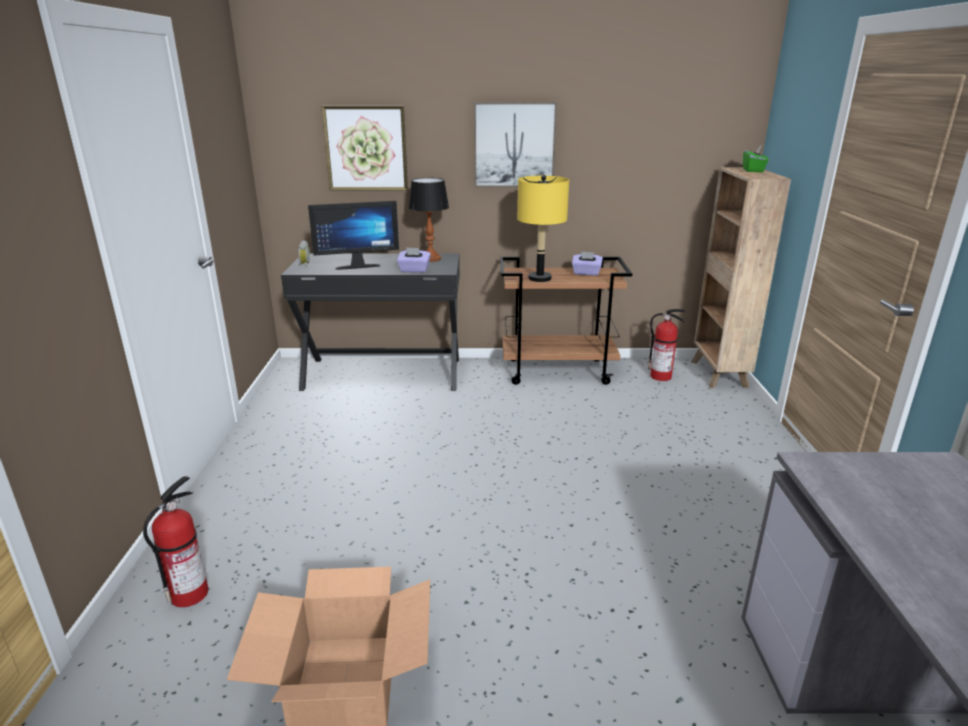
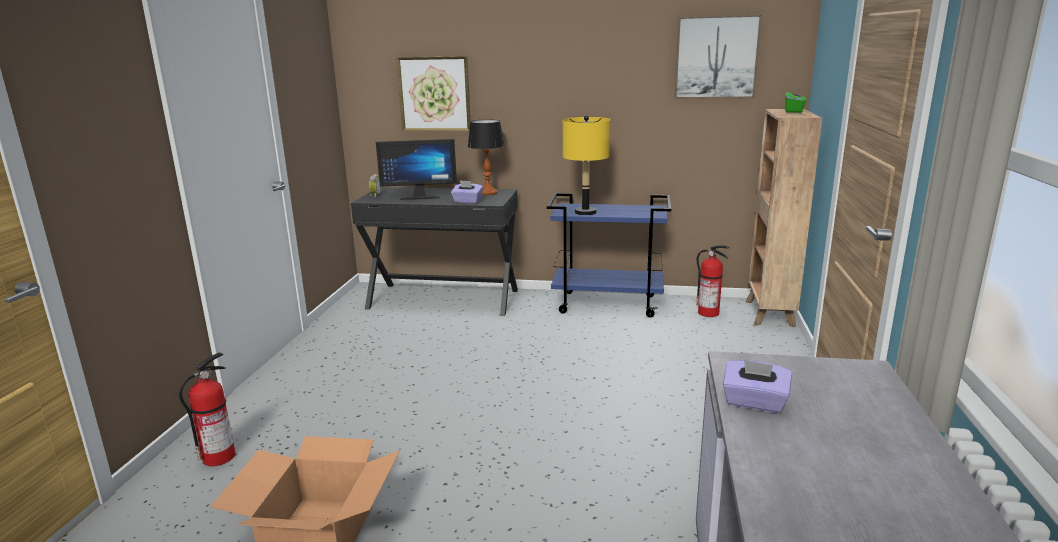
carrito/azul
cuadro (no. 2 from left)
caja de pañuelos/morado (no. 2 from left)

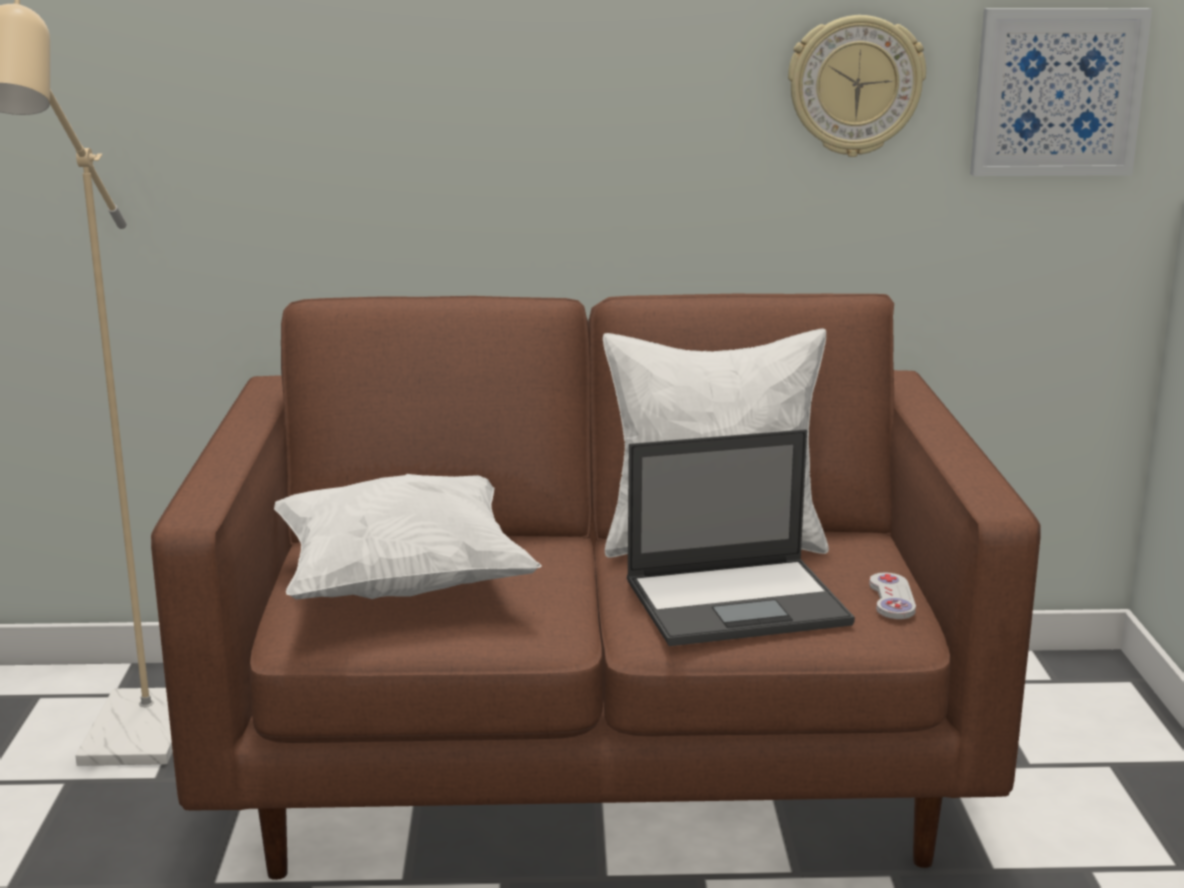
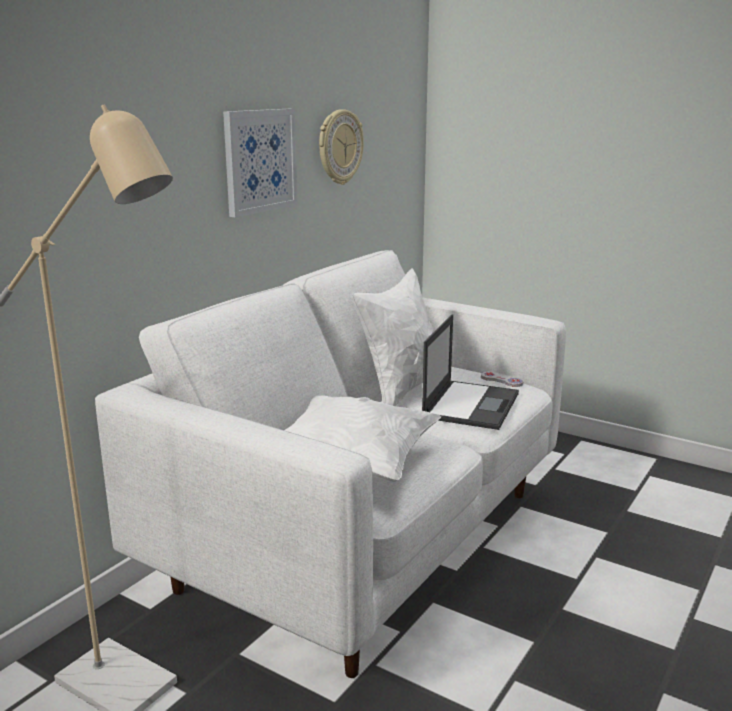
sofá/blanco
cuadro

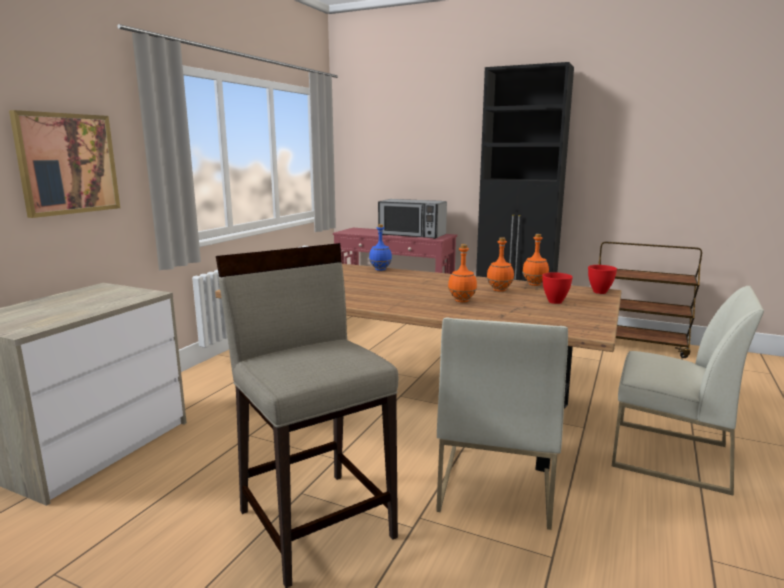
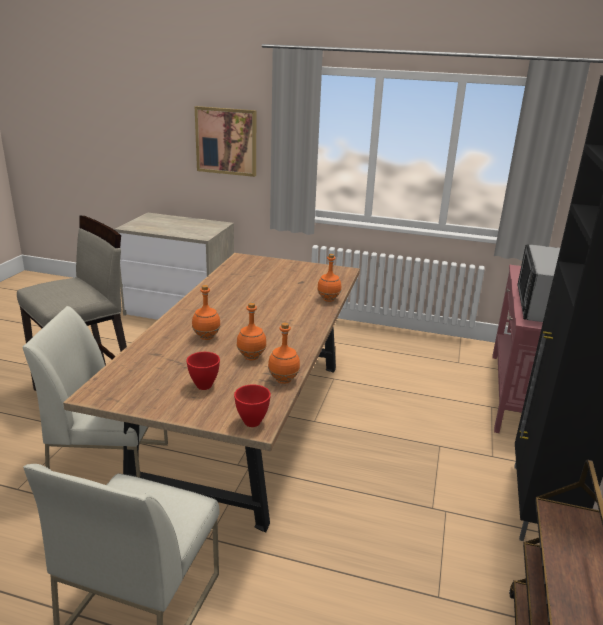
botella/naranja (no. 4 from left)

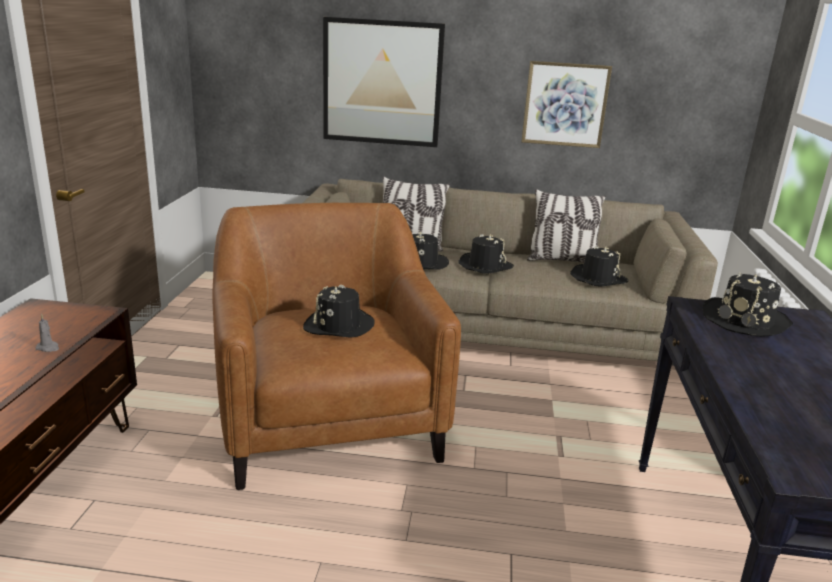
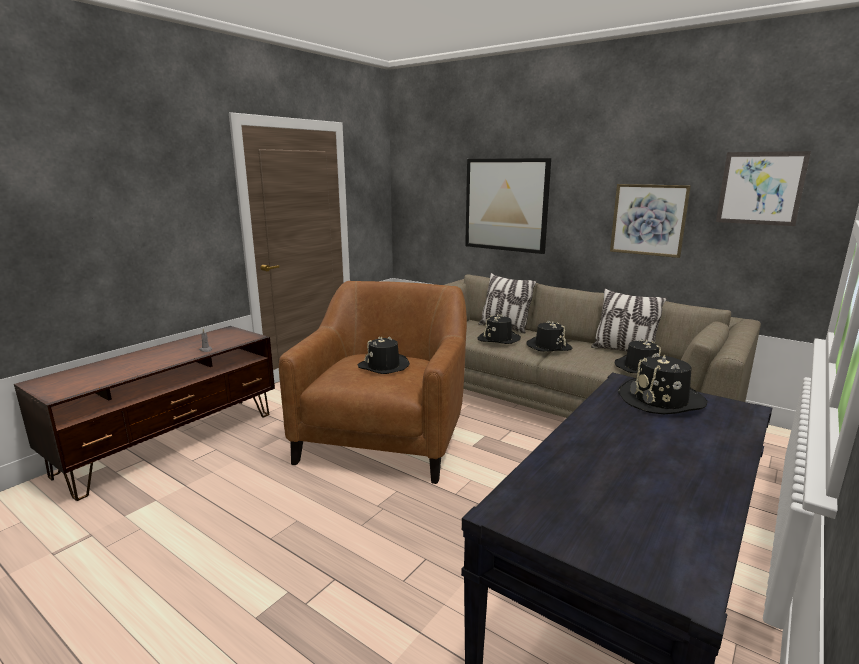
cuadro (no. 3 from left)

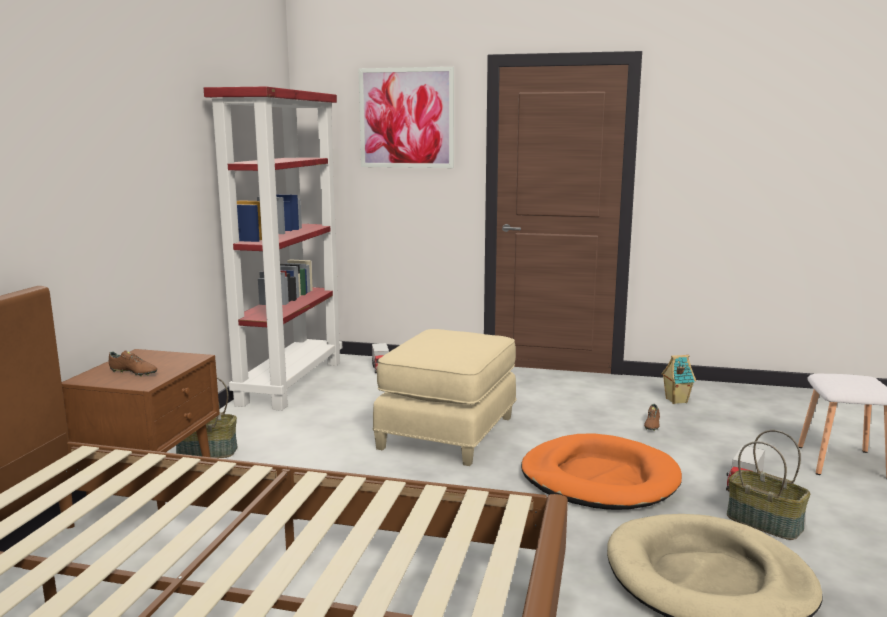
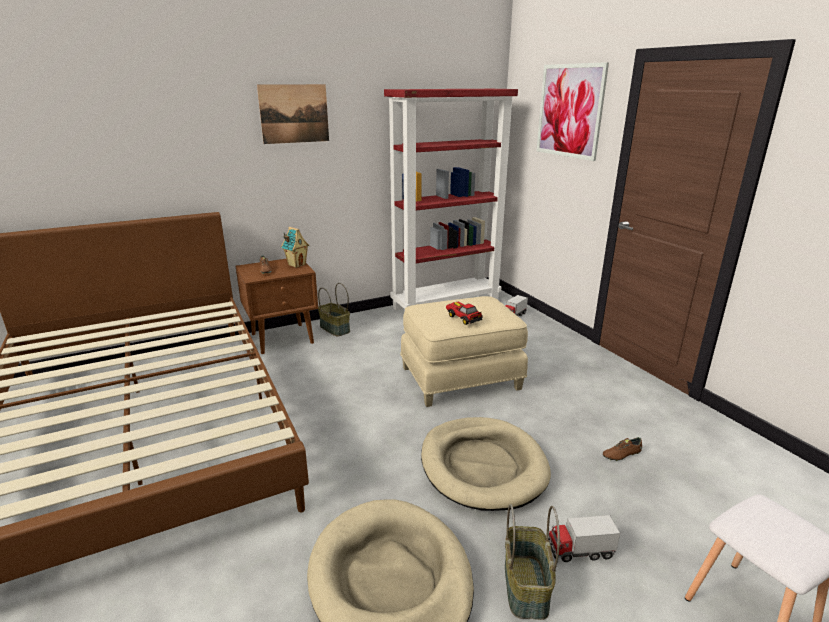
cuadro (no. 1 from left)
casita
cama para perro/beis (no. 2 from left)
coche de juguete

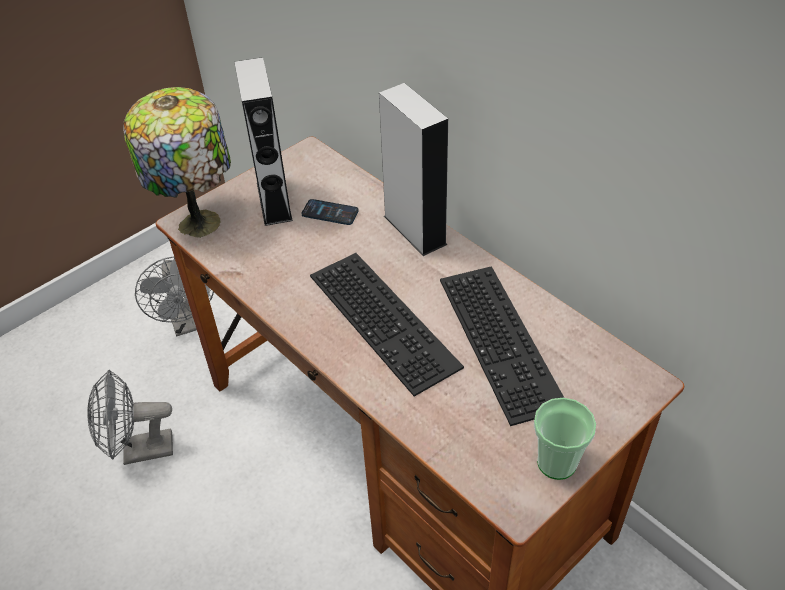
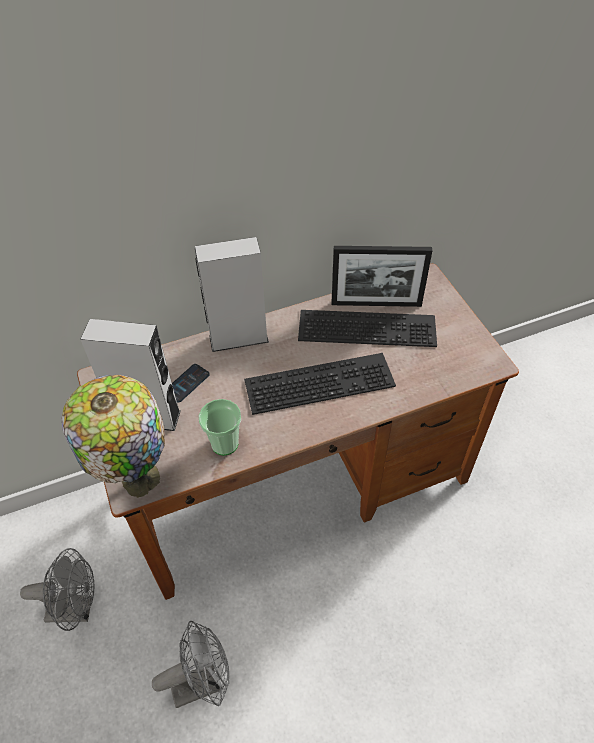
ventilador/gris (no. 2 from left)
taza
portarretratos

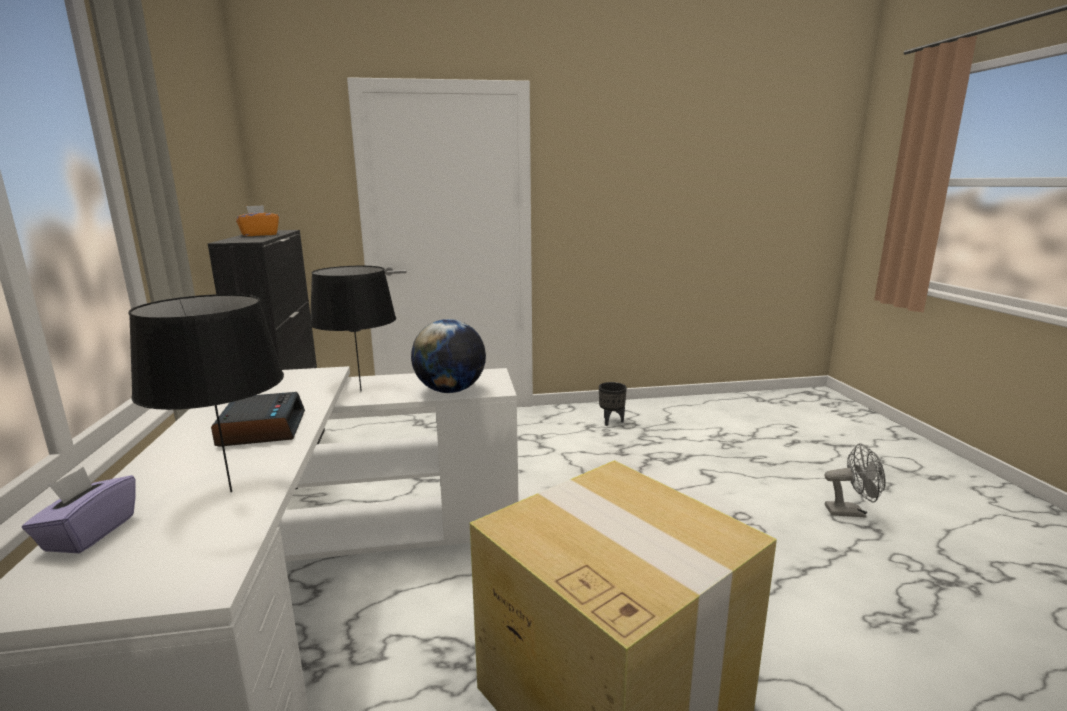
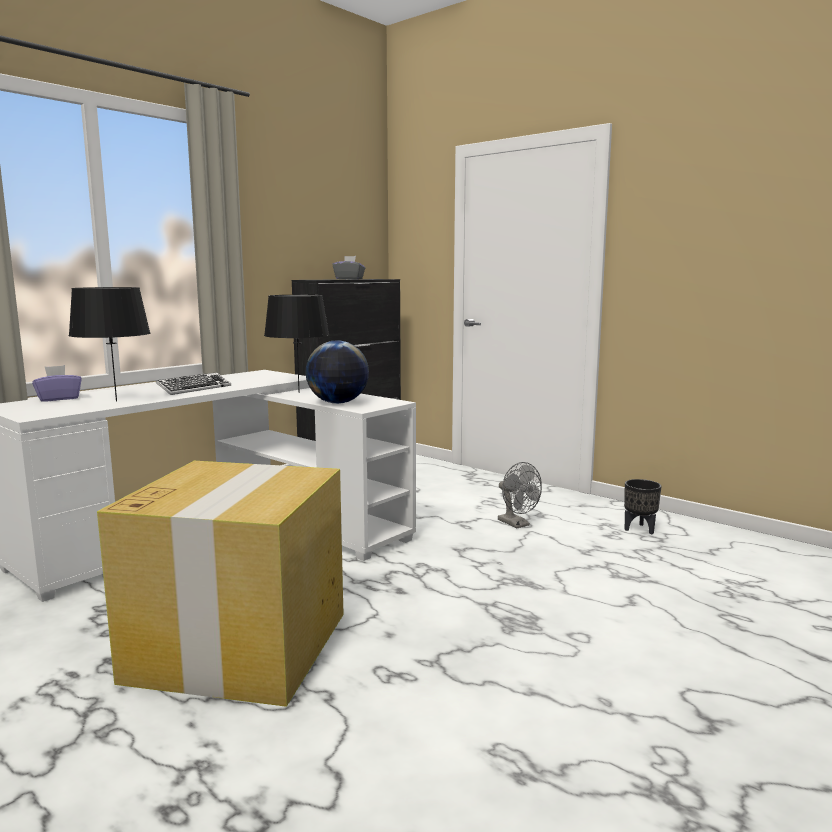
teclado
caja de pañuelos/gris
ventilador/gris

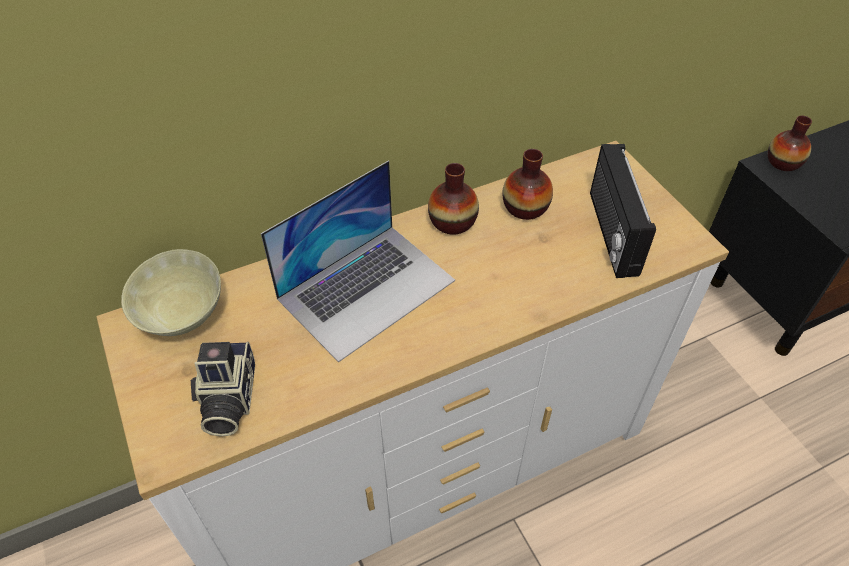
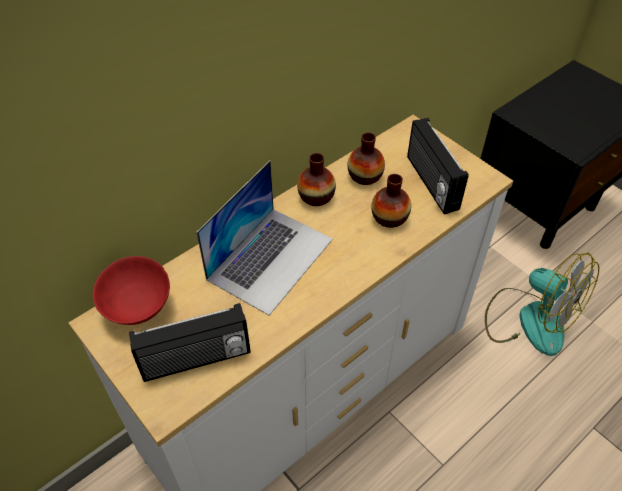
cuenco/rojo
radio (no. 1 from left)
florero (no. 3 from left)
ventilador

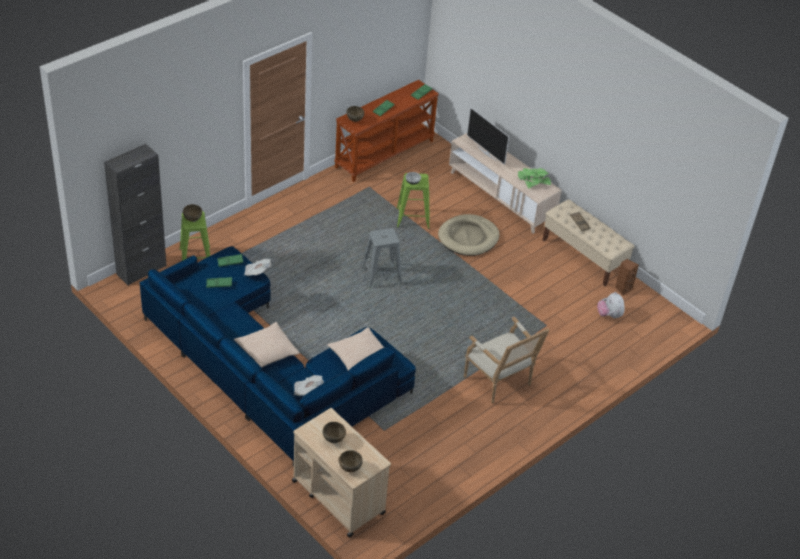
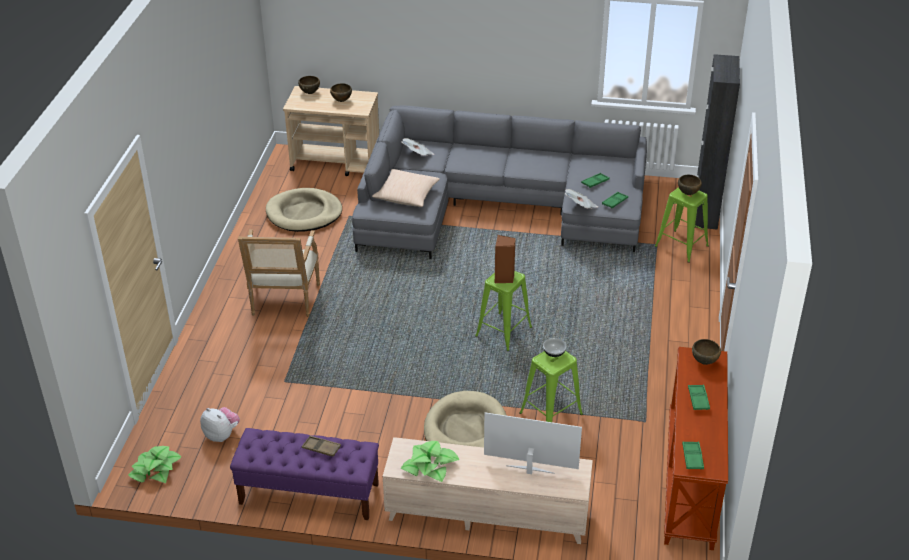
planta en maceta (no. 1 from left)
banco/morado
sillón
cama para perro/beis (no. 1 from left)
sofá/gris
taburete/verde (no. 1 from left)
altavoz/marrón
cojín/beis (no. 1 from left in the first image)

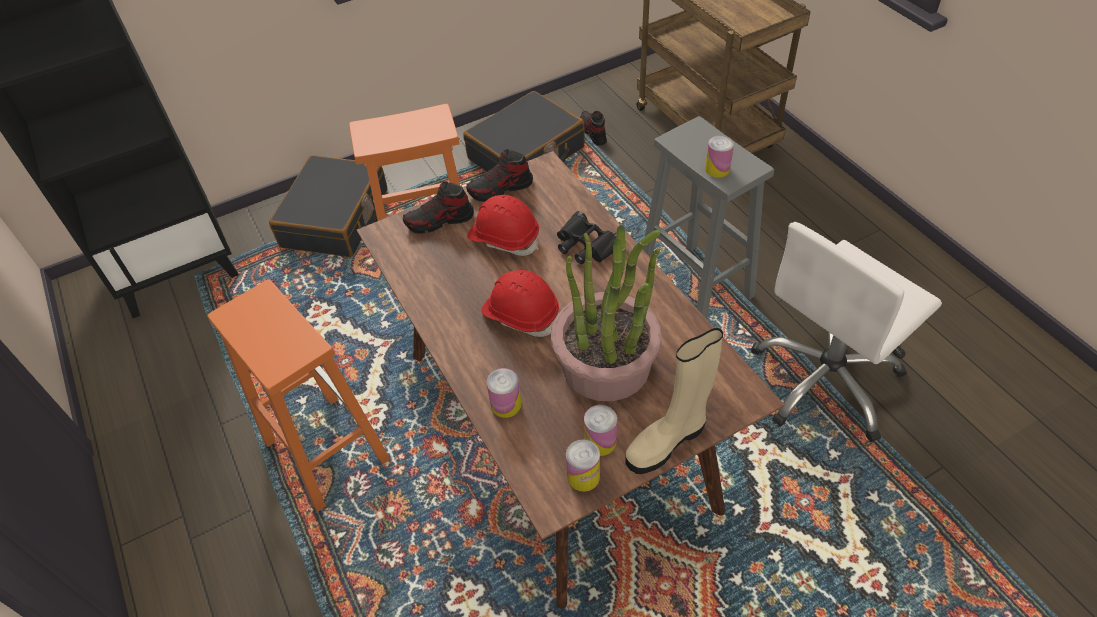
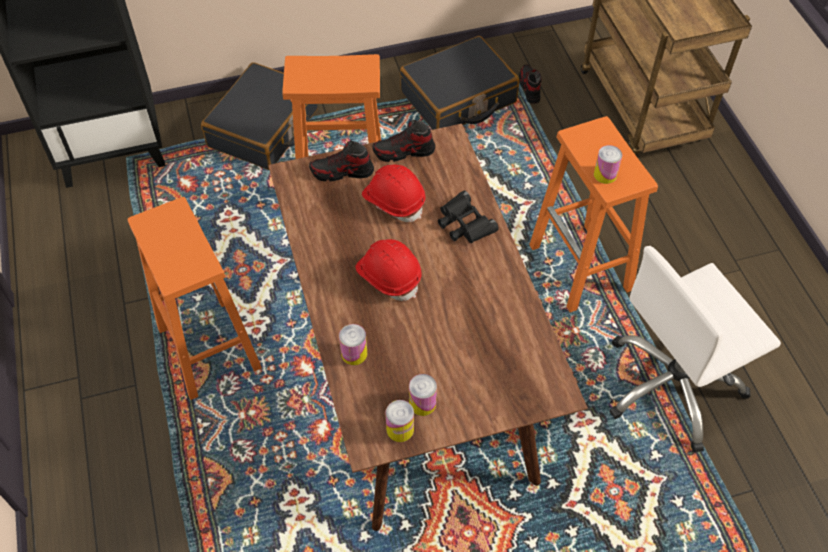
taburete/naranja (no. 3 from left)
planta en maceta
bota/beis

